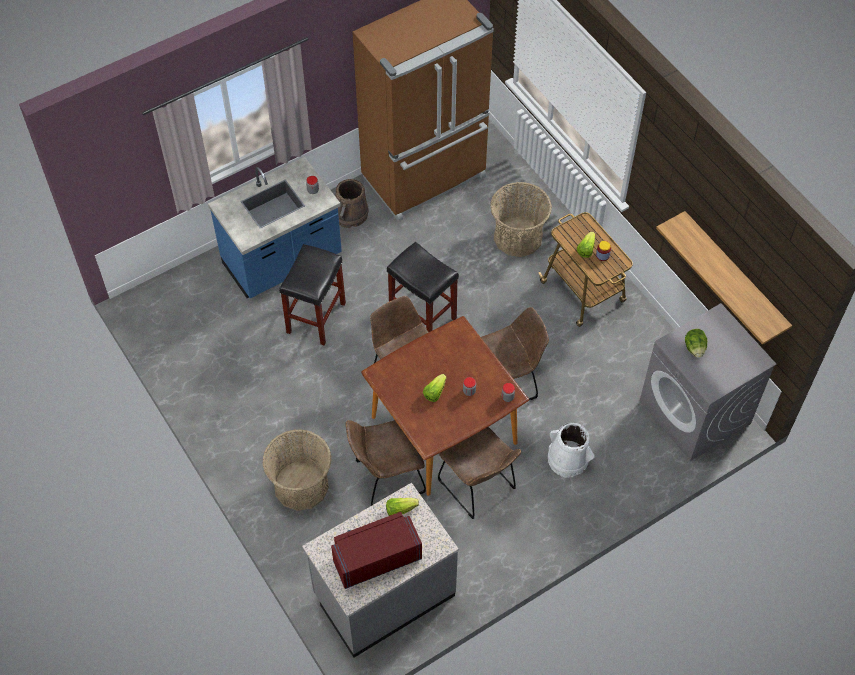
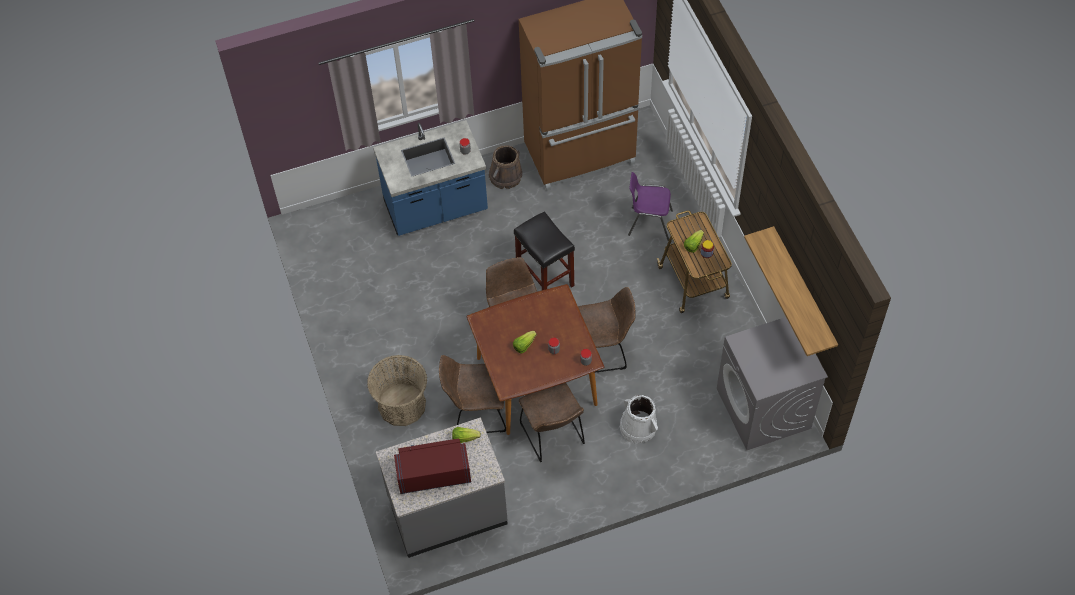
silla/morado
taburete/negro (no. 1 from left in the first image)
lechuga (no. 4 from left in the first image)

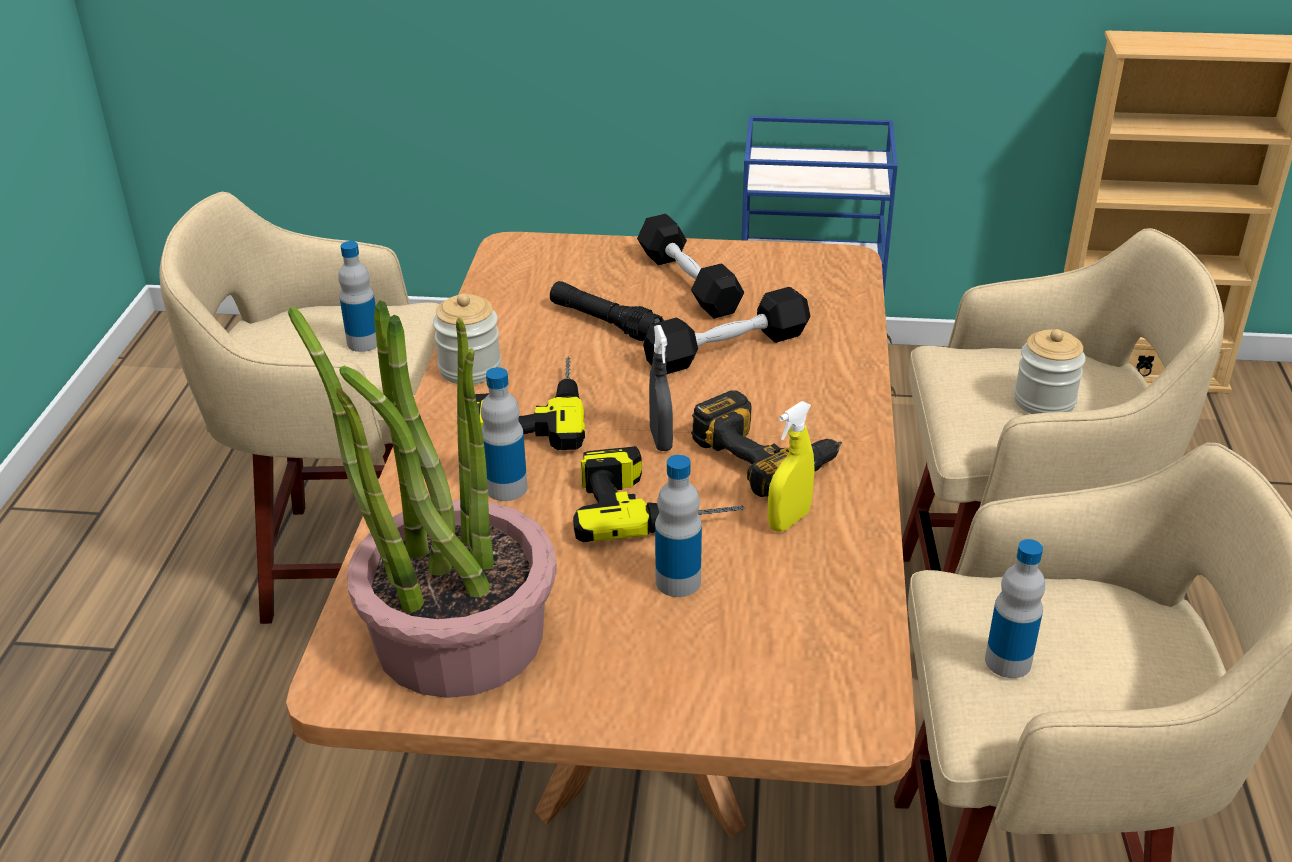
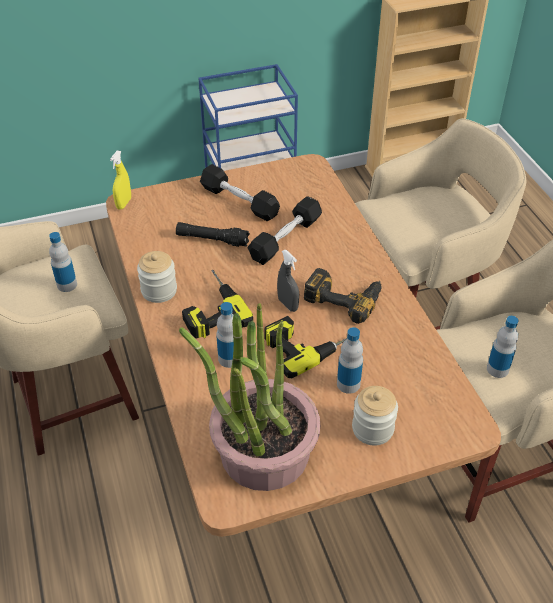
pulverizador/amarillo
tarro (no. 2 from left)

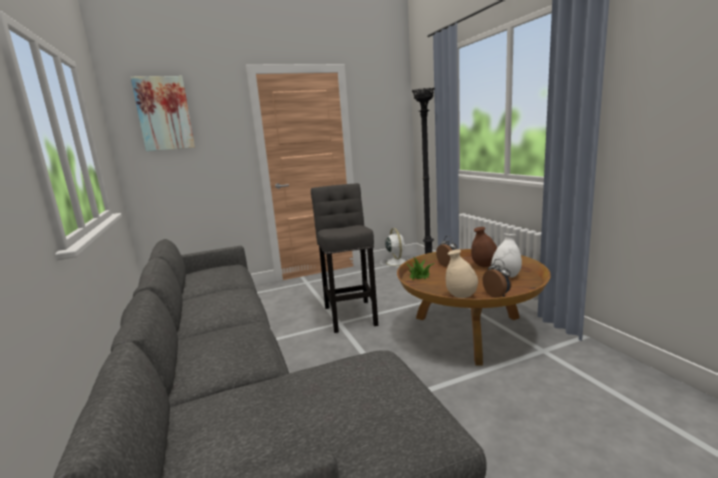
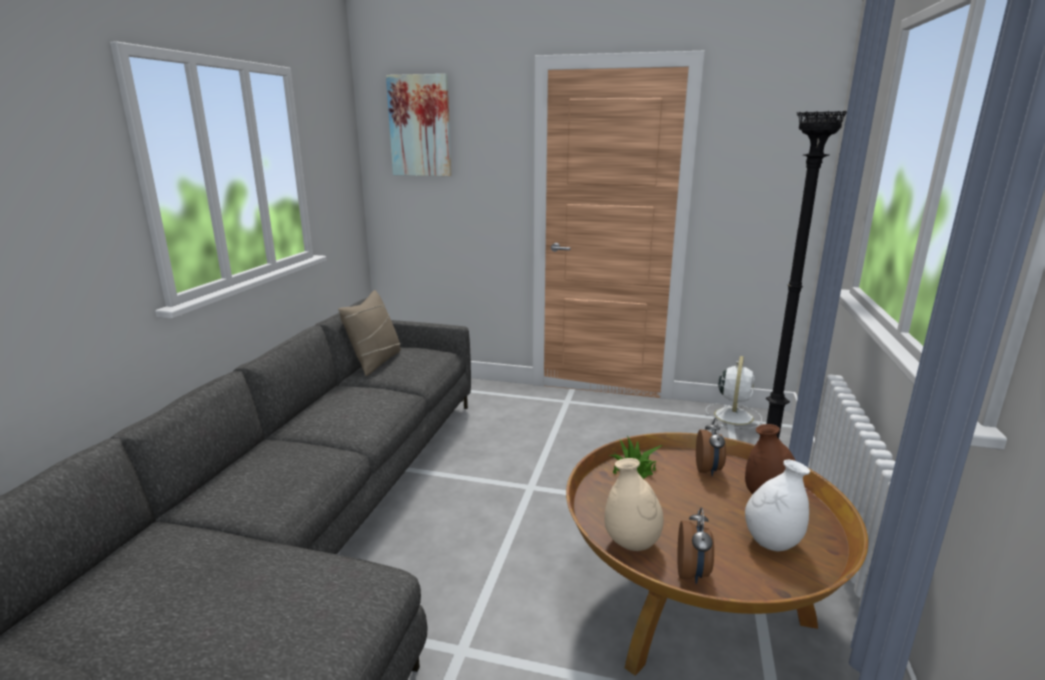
cojín/beis
taburete/gris

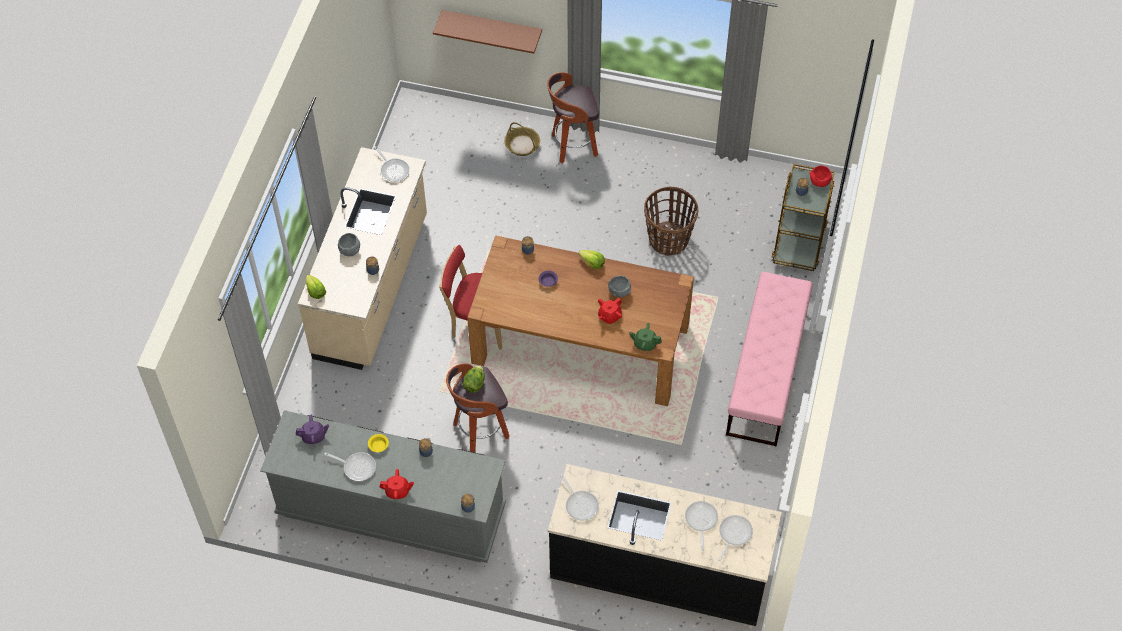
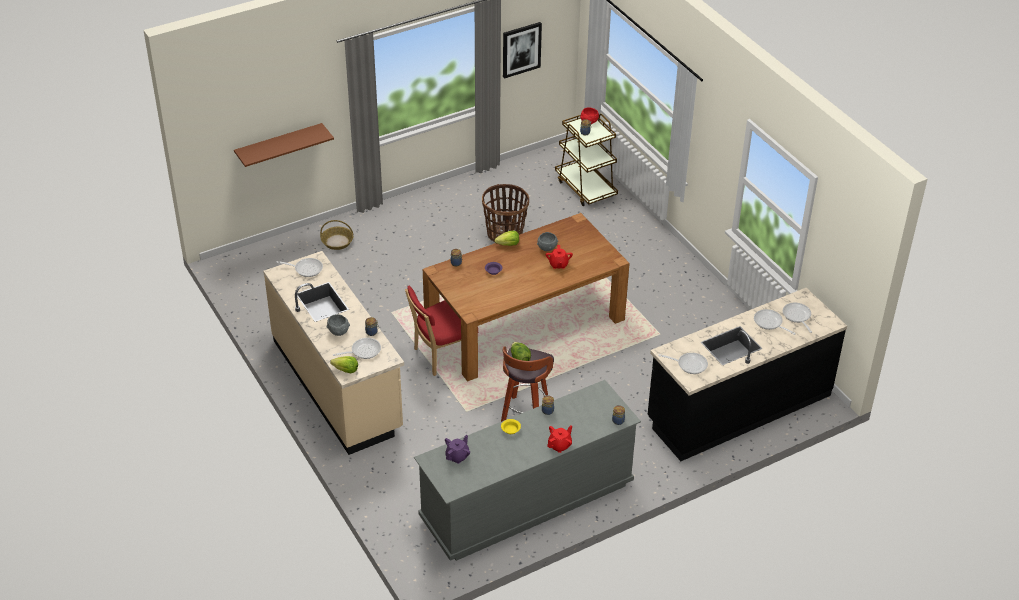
sartén (no. 2 from left)
cuadro
taburete (no. 2 from left in the first image)
tetera/verde
banco/rosa

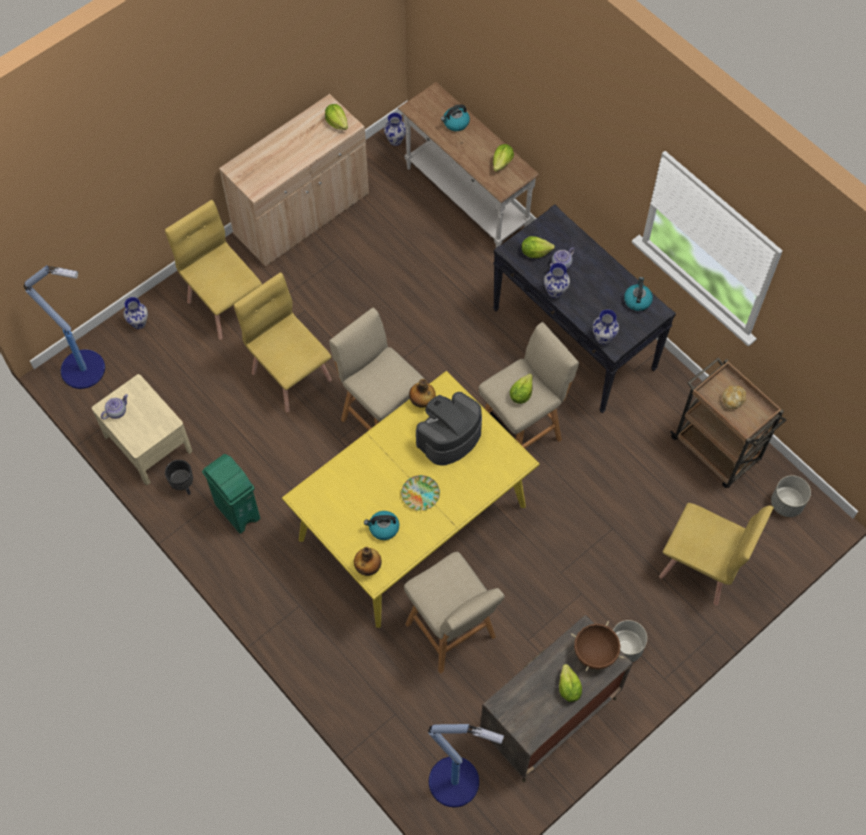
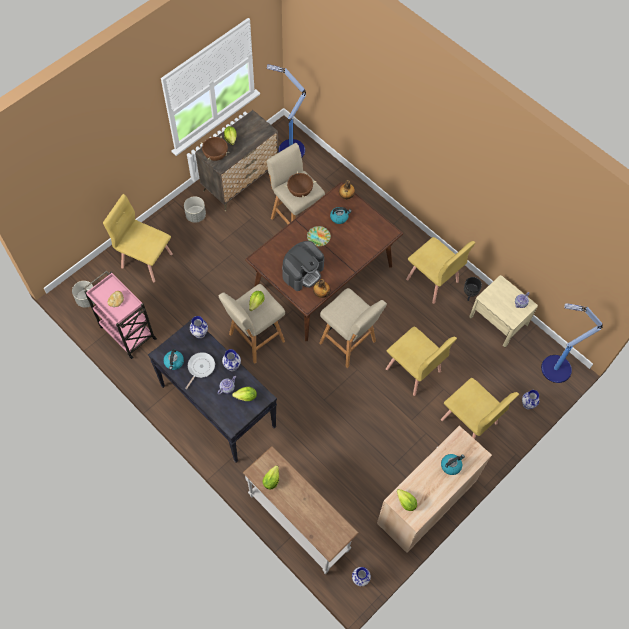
carrito/rosa
sartén
mesa de comedor/marrón
olla/marrón (no. 2 from left)
silla/amarillo (no. 3 from left)
hervidor (no. 3 from left)

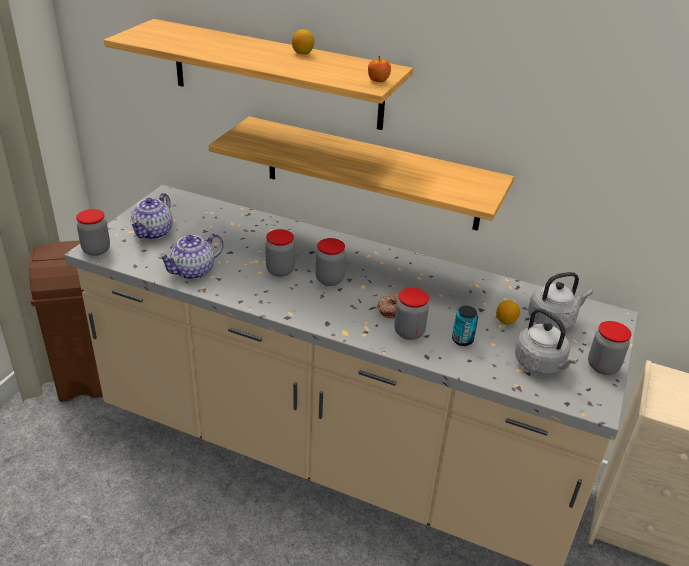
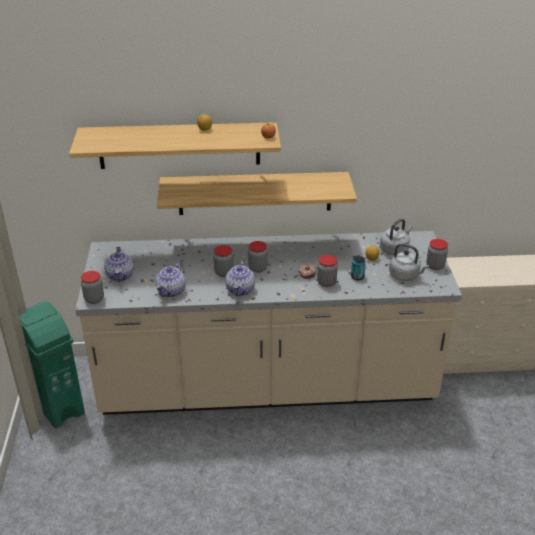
papelera/verde
tetera (no. 3 from left)

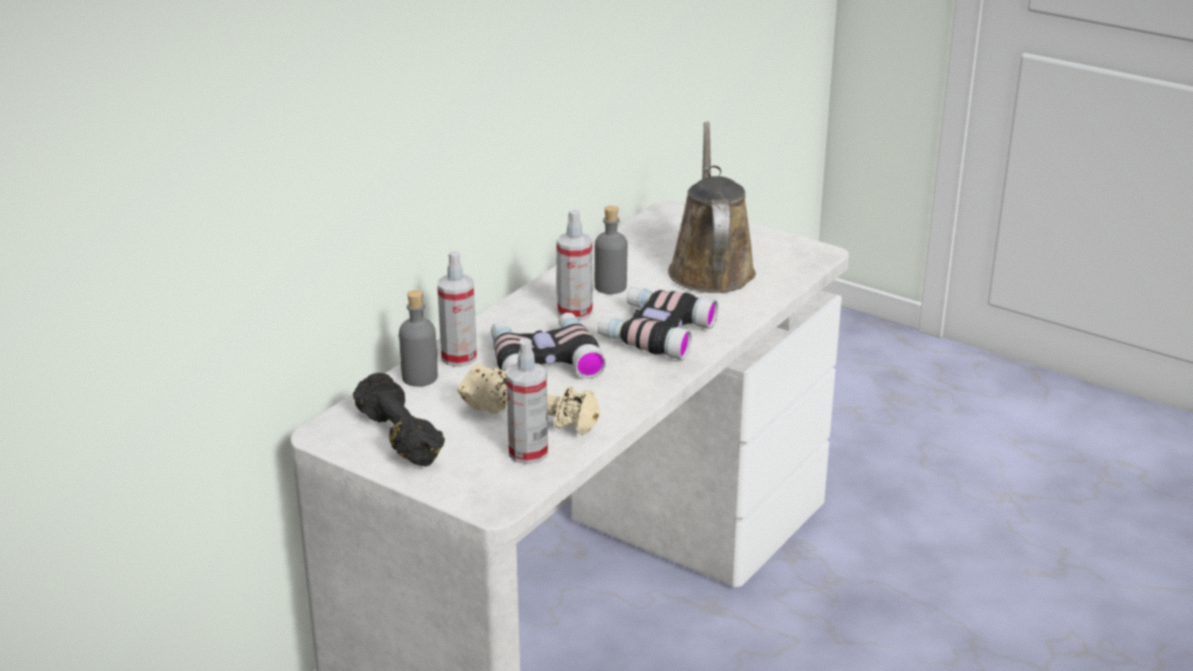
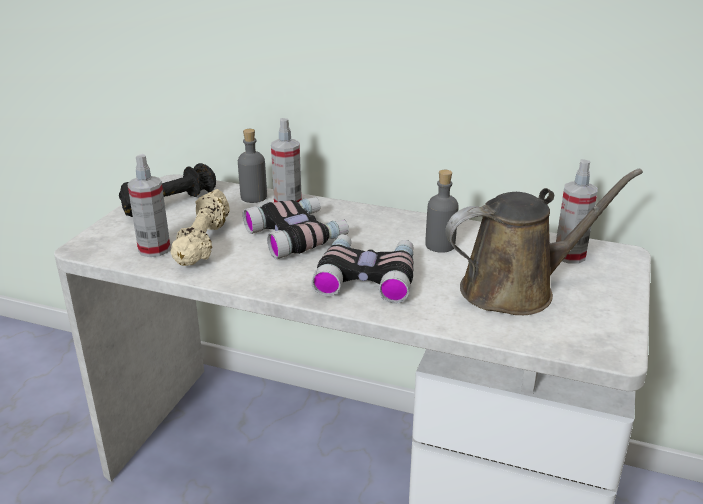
pulverizador (no. 3 from left)

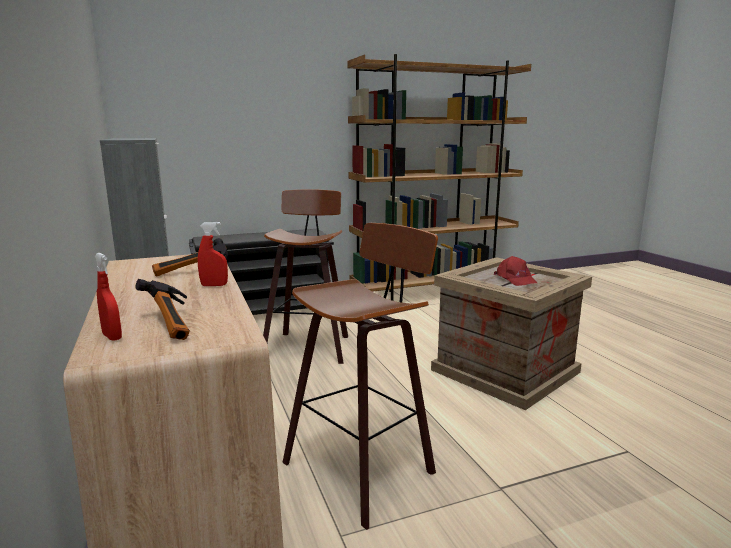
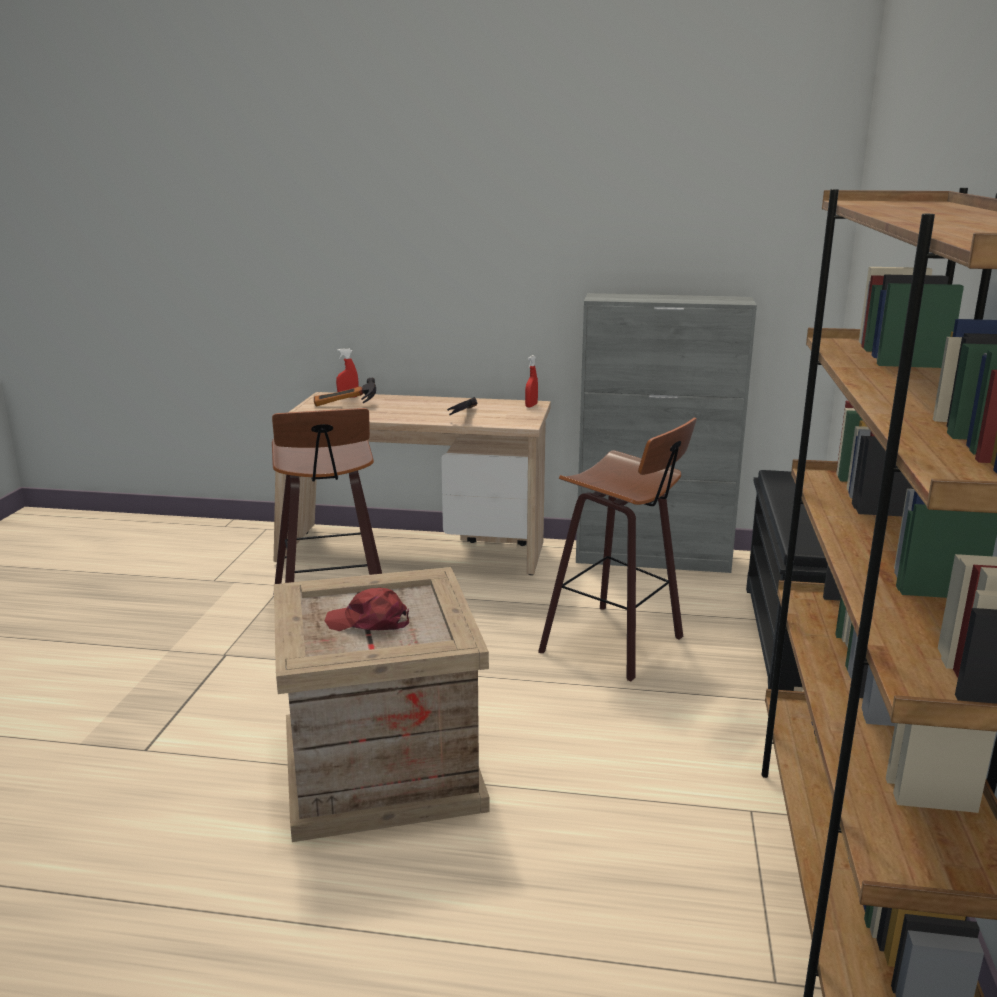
pulverizador/rojo (no. 2 from left)

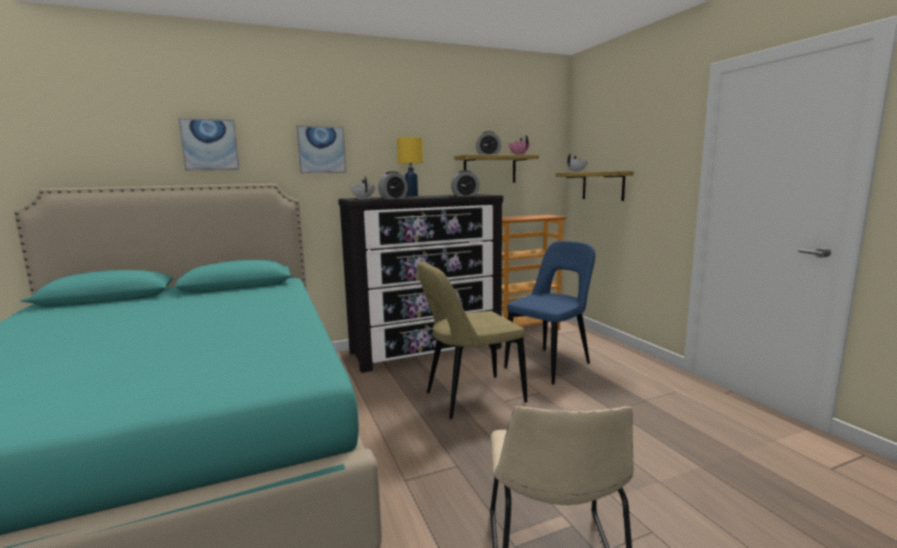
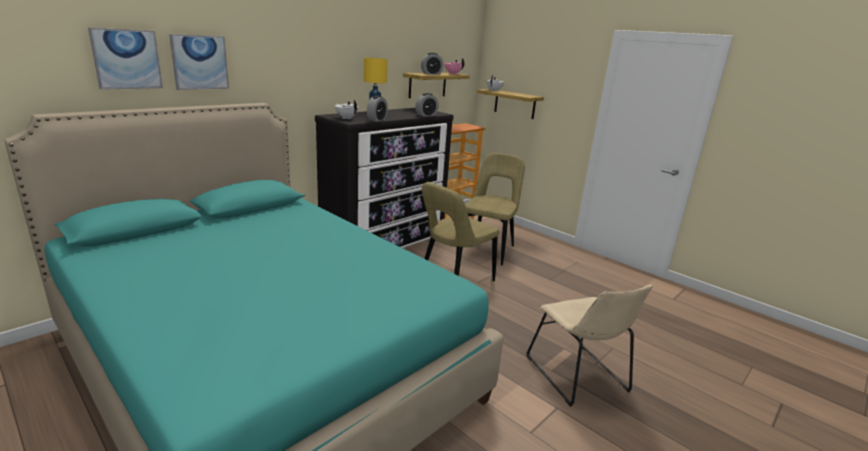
cuadro (no. 1 from left)
silla/beis (no. 2 from left)

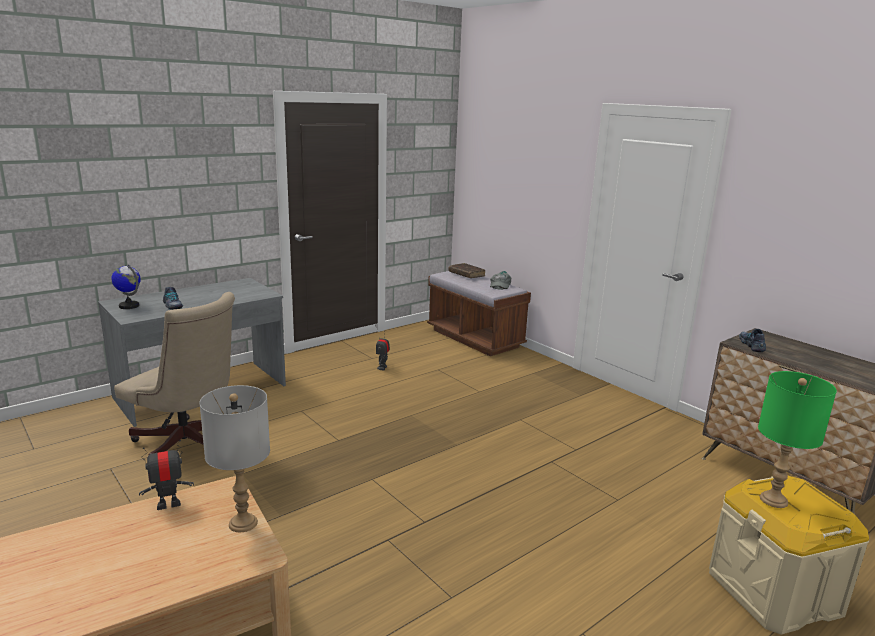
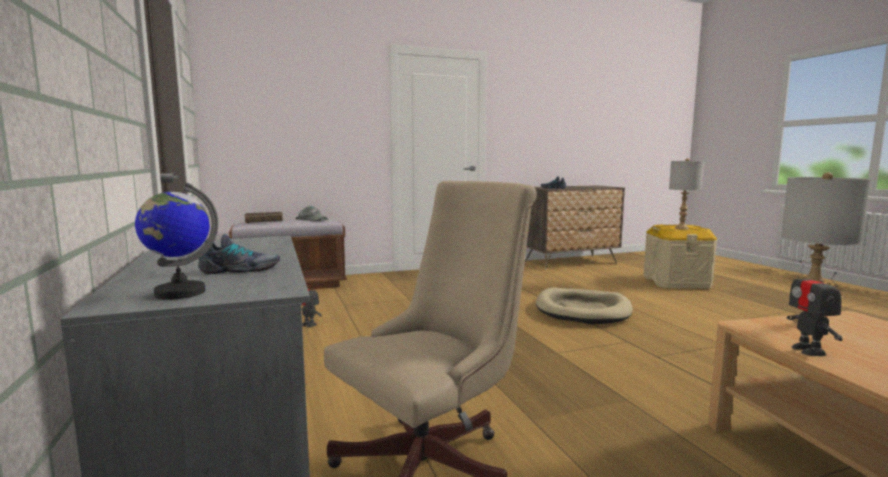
cama para perro/beis
lámpara de mesa/gris (no. 1 from left)

